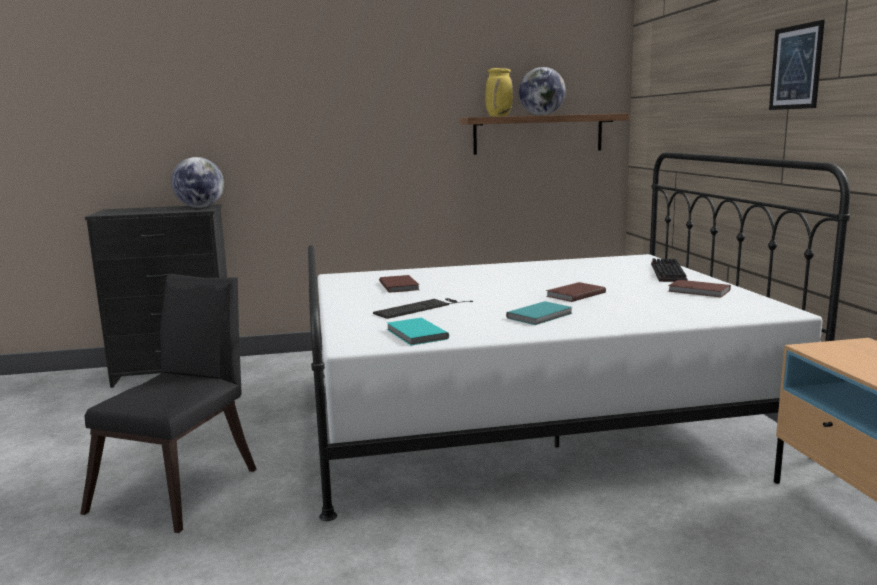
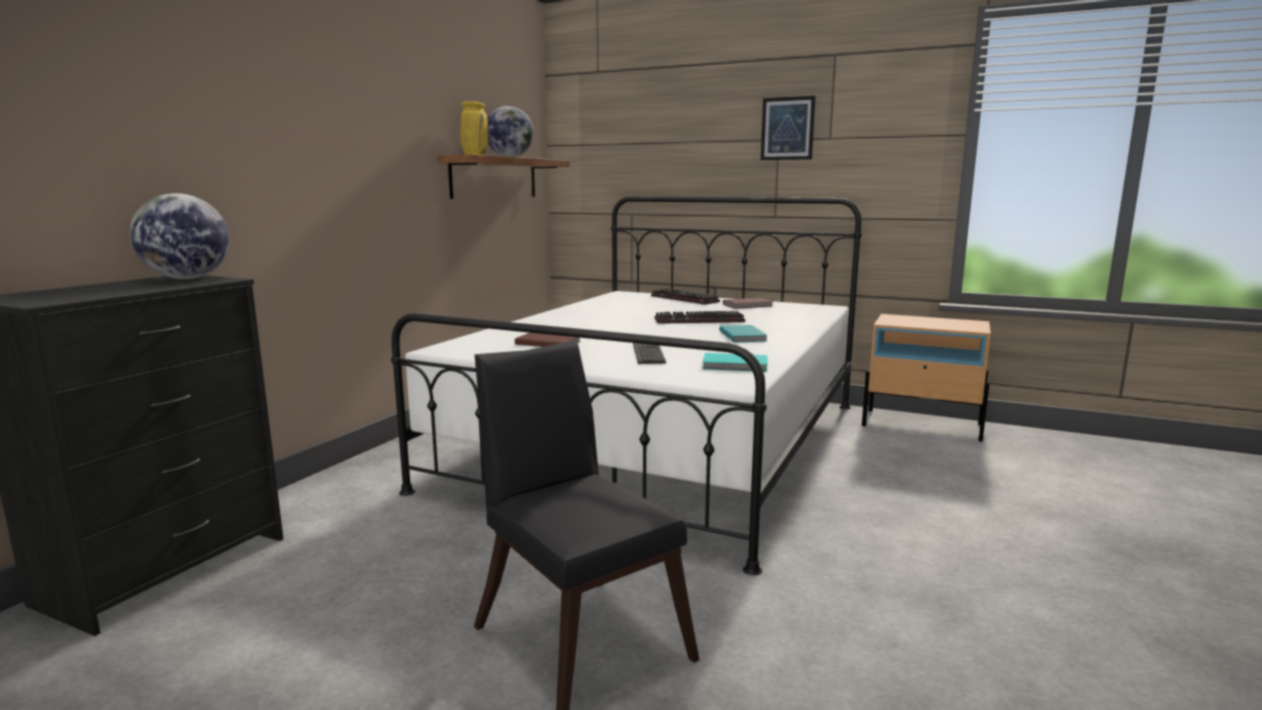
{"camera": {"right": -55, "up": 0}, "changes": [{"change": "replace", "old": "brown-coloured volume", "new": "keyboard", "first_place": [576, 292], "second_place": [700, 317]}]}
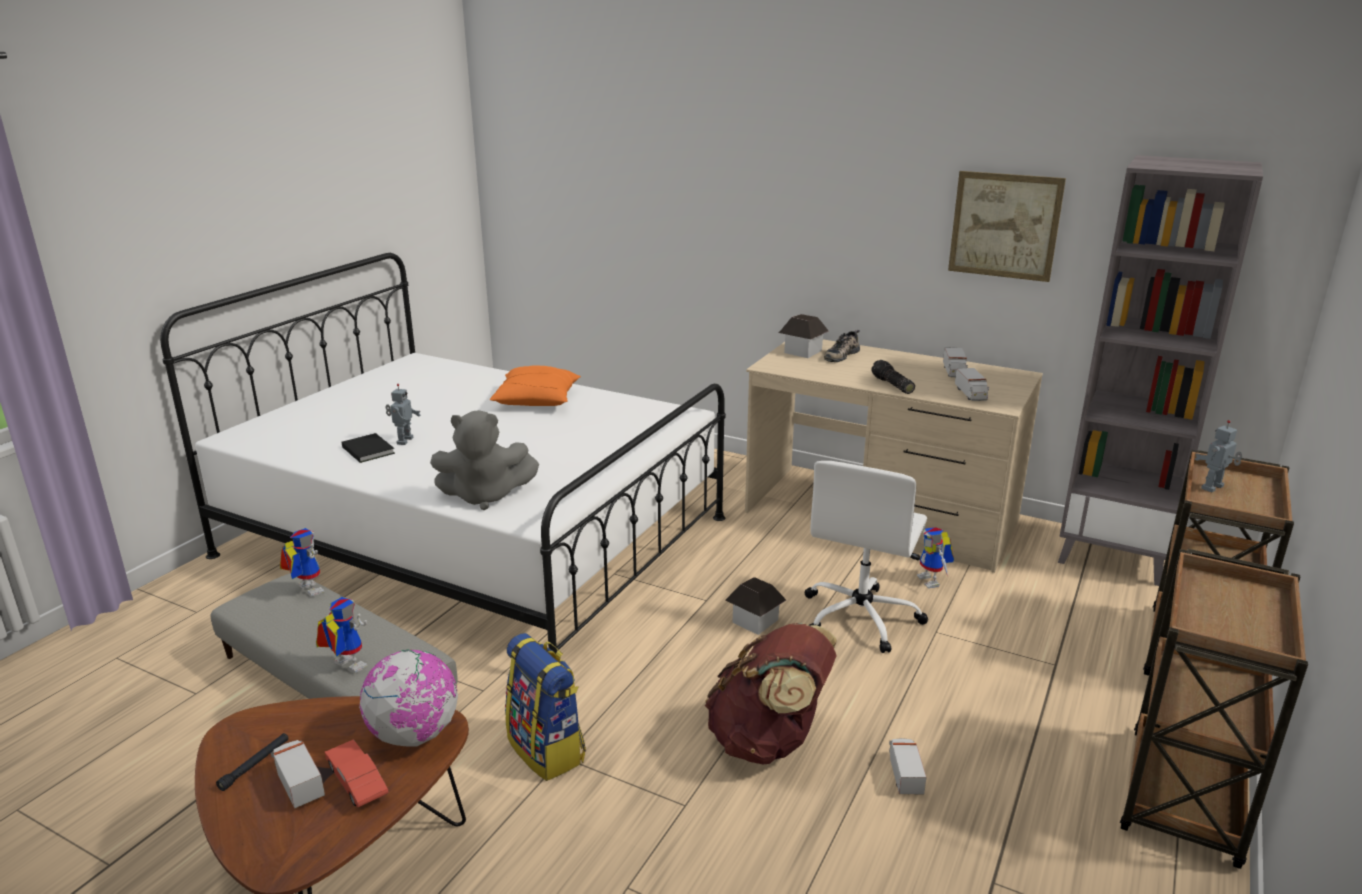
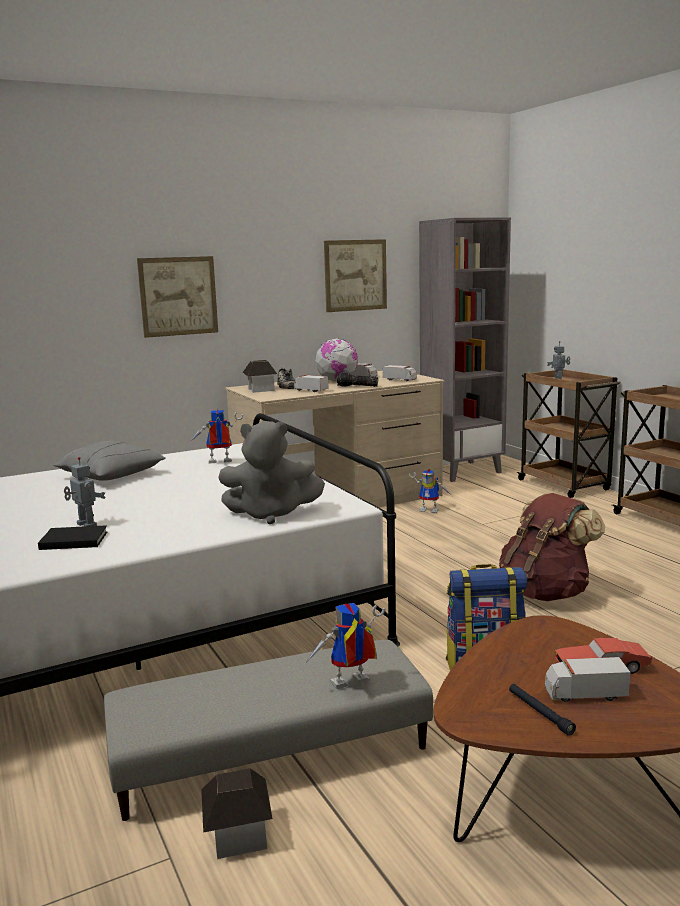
{"camera": {"right": -55, "up": -10}, "changes": [{"change": "recolor", "old": "orange-coloured throw pillow", "new": "grey throw pillow", "first_place": [535, 385], "second_place": [109, 461]}, {"change": "insert", "new": "wall picture", "second_place": [177, 297]}, {"change": "move", "old": "model robot", "first_place": [302, 562], "second_place": [216, 436]}, {"change": "move", "old": "model house", "first_place": [755, 606], "second_place": [237, 813]}, {"change": "rotate", "old": "grey cuddly toy", "first_place": [484, 460], "second_place": [271, 472], "degrees": 60}, {"change": "move", "old": "model truck", "first_place": [908, 766], "second_place": [311, 383]}, {"change": "move", "old": "desk globe", "first_place": [408, 698], "second_place": [336, 360]}, {"change": "delete", "old": "white desk chair", "first_place": [866, 557]}]}
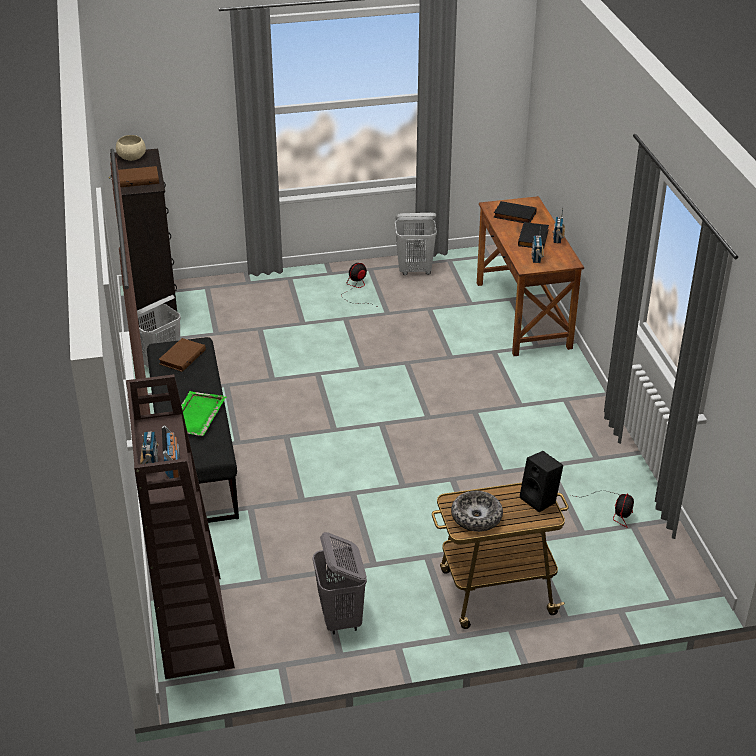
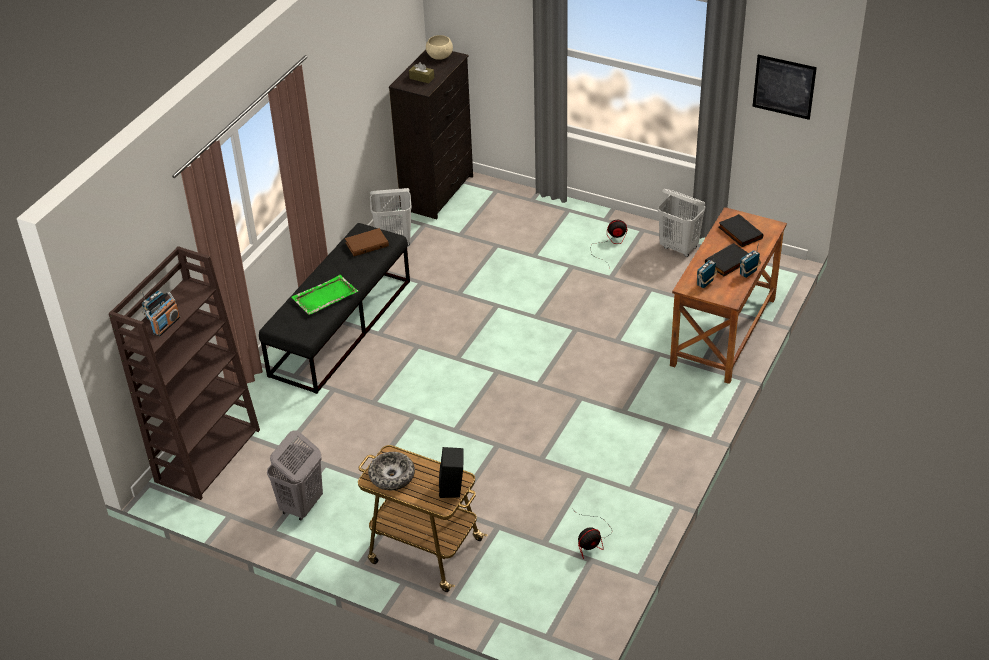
{"camera": {"right": 40, "up": 5}, "changes": [{"change": "replace", "old": "brown-coloured volume", "new": "brown-coloured tissue holder", "first_place": [138, 176], "second_place": [421, 72]}, {"change": "insert", "new": "wall picture", "second_place": [784, 87]}]}
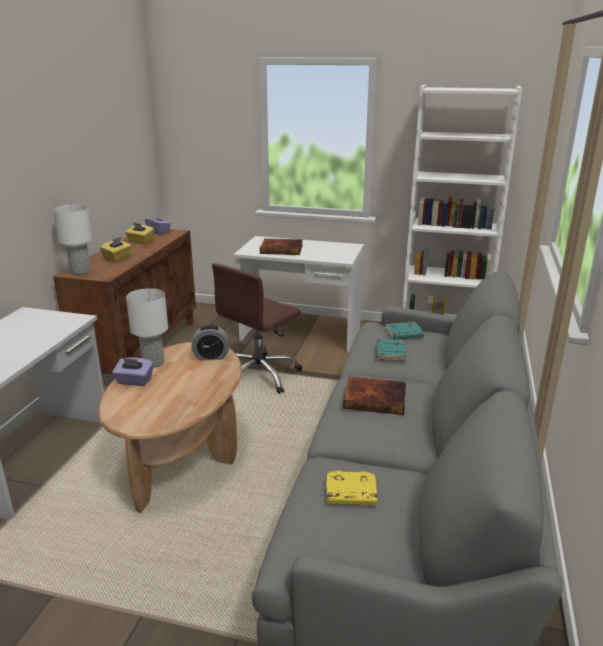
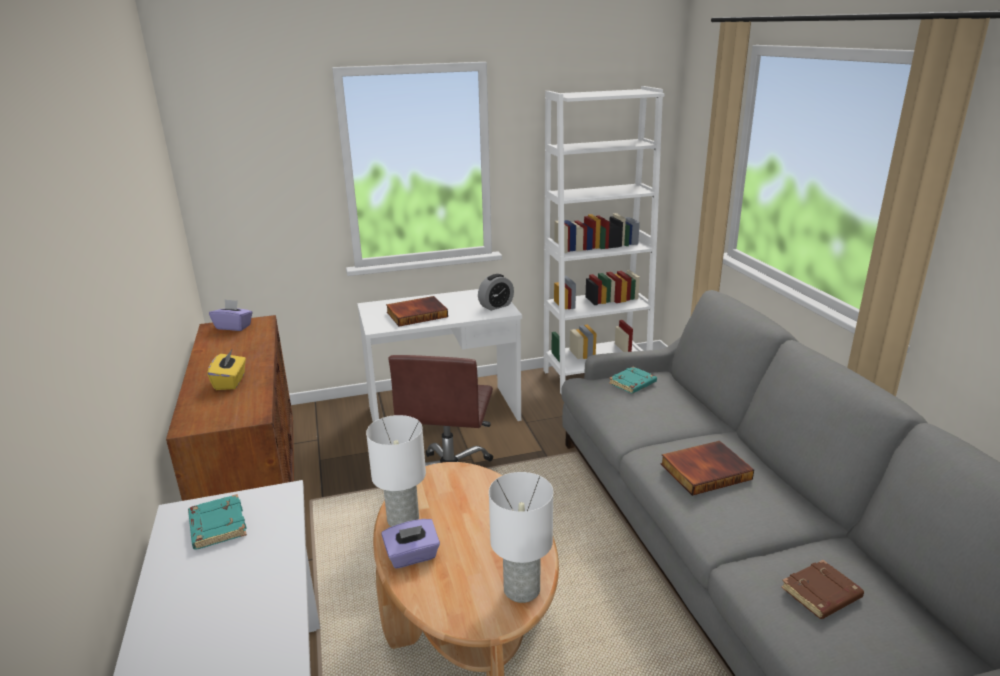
{"camera": {"right": -30, "up": 0}, "changes": [{"change": "move", "old": "blue-green volume", "first_place": [391, 350], "second_place": [217, 522]}, {"change": "move", "old": "bedside clock", "first_place": [210, 342], "second_place": [496, 292]}, {"change": "move", "old": "white tabletop lamp", "first_place": [72, 239], "second_place": [521, 537]}, {"change": "recolor", "old": "yellowish volume", "new": "brown-coloured volume", "first_place": [351, 488], "second_place": [822, 589]}, {"change": "delete", "old": "yellowish tissue holder", "first_place": [140, 233]}]}
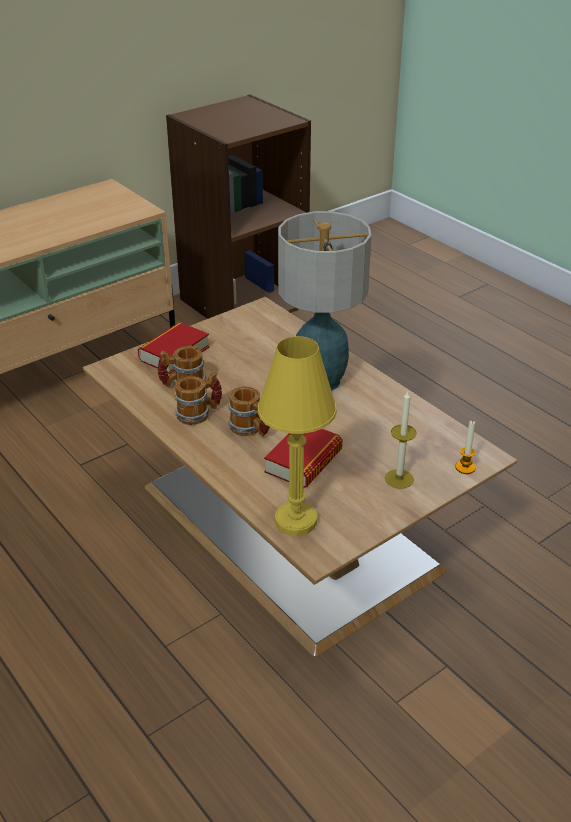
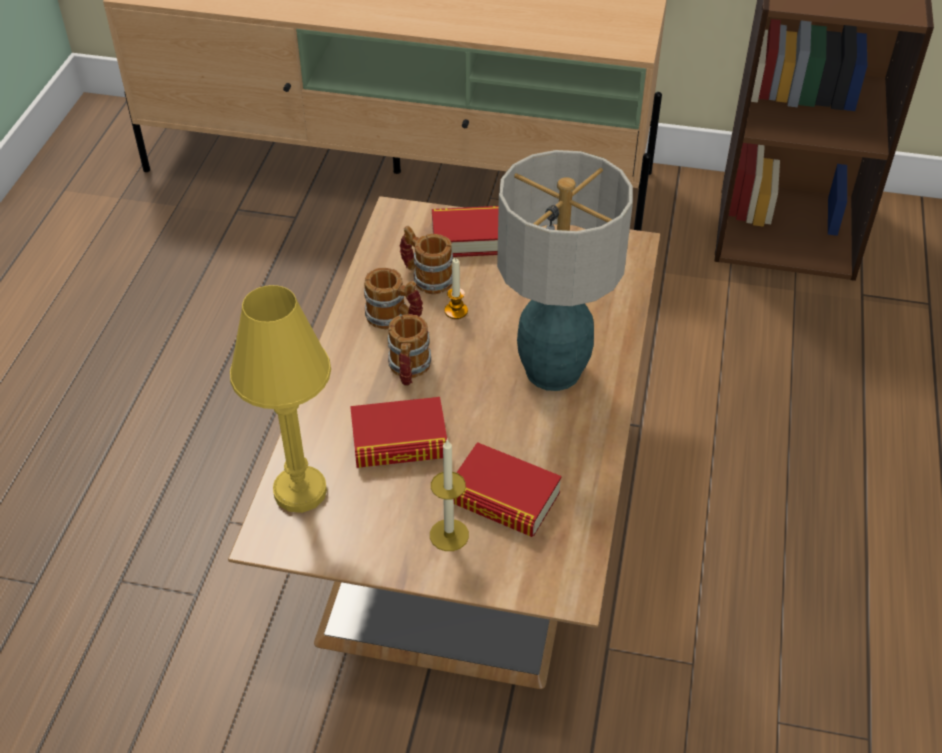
{"camera": {"right": 50, "up": 10}, "changes": [{"change": "move", "old": "candle", "first_place": [465, 447], "second_place": [456, 288]}, {"change": "insert", "new": "volume", "second_place": [508, 489]}]}
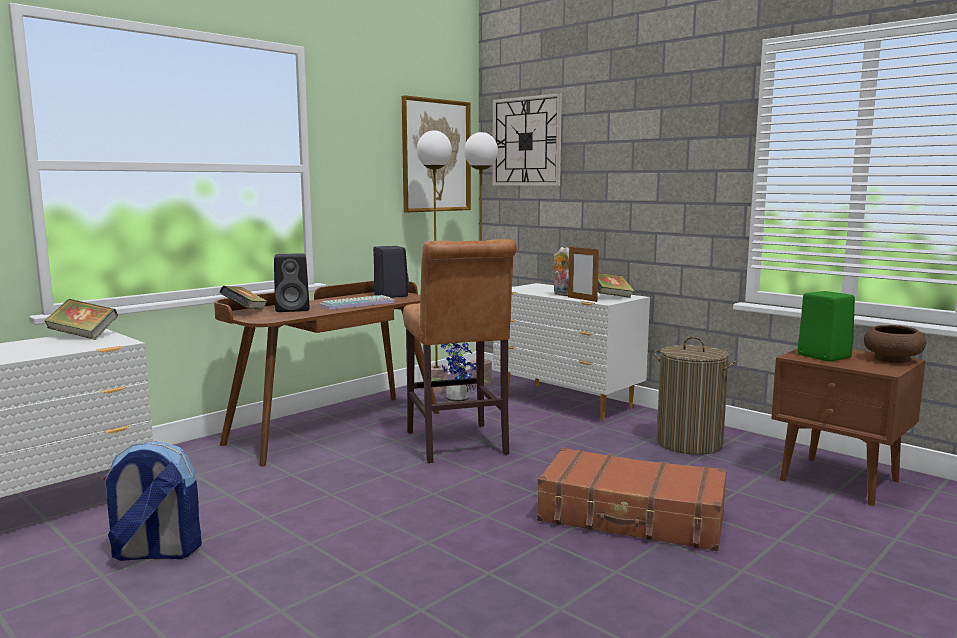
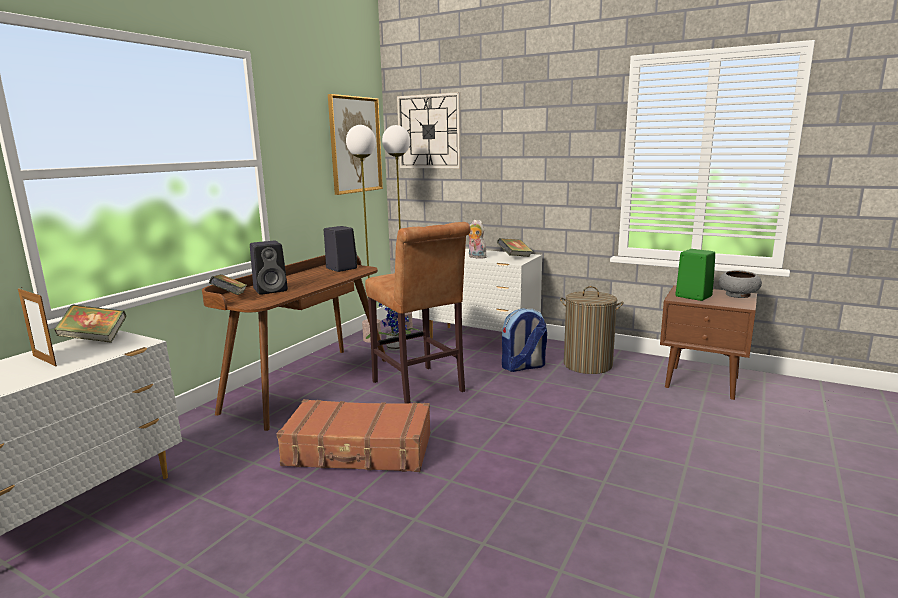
{"camera": {"right": -15, "up": 5}, "changes": [{"change": "move", "old": "standing frame", "first_place": [583, 273], "second_place": [37, 327]}, {"change": "move", "old": "brown-coloured piece of luggage", "first_place": [632, 499], "second_place": [354, 435]}, {"change": "move", "old": "knapsack", "first_place": [152, 501], "second_place": [524, 340]}, {"change": "recolor", "old": "brown-coloured deep dish", "new": "grey deep dish", "first_place": [895, 344], "second_place": [740, 284]}, {"change": "delete", "old": "keyboard", "first_place": [356, 302]}]}
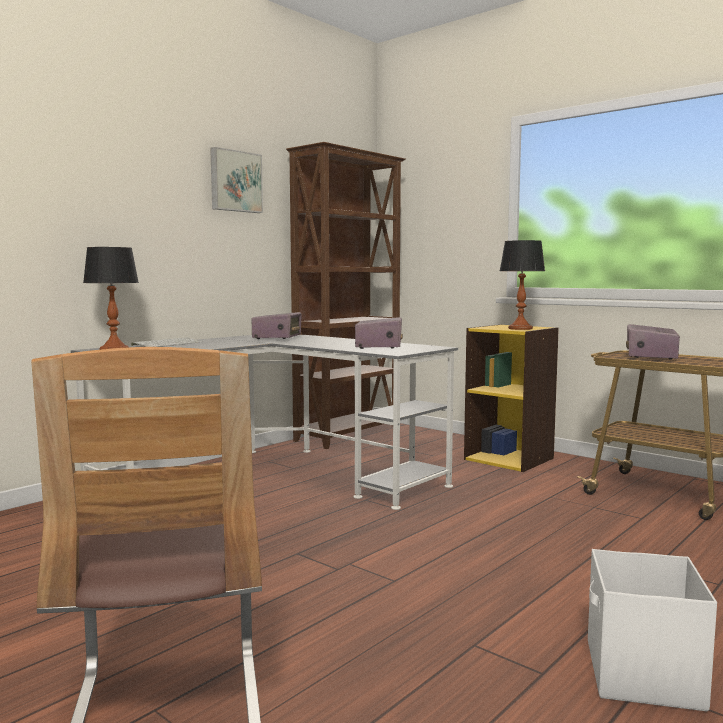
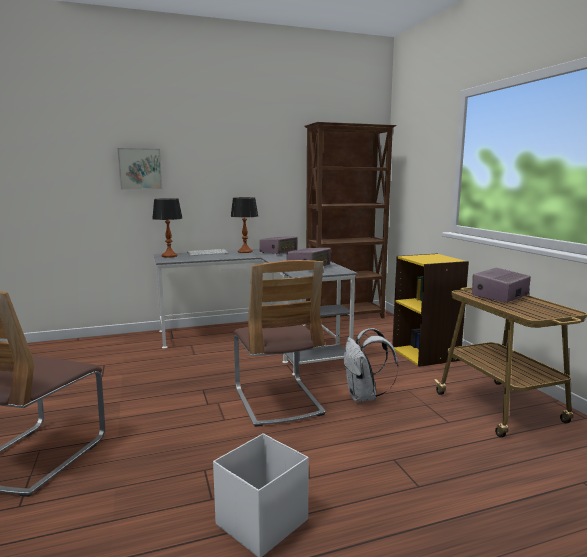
{"camera": {"right": 30, "up": 5}, "changes": [{"change": "move", "old": "wall picture", "first_place": [236, 180], "second_place": [139, 169]}, {"change": "move", "old": "tabletop lamp", "first_place": [522, 285], "second_place": [244, 225]}, {"change": "insert", "new": "upright chair", "second_place": [279, 343]}, {"change": "insert", "new": "white knapsack", "second_place": [370, 365]}]}
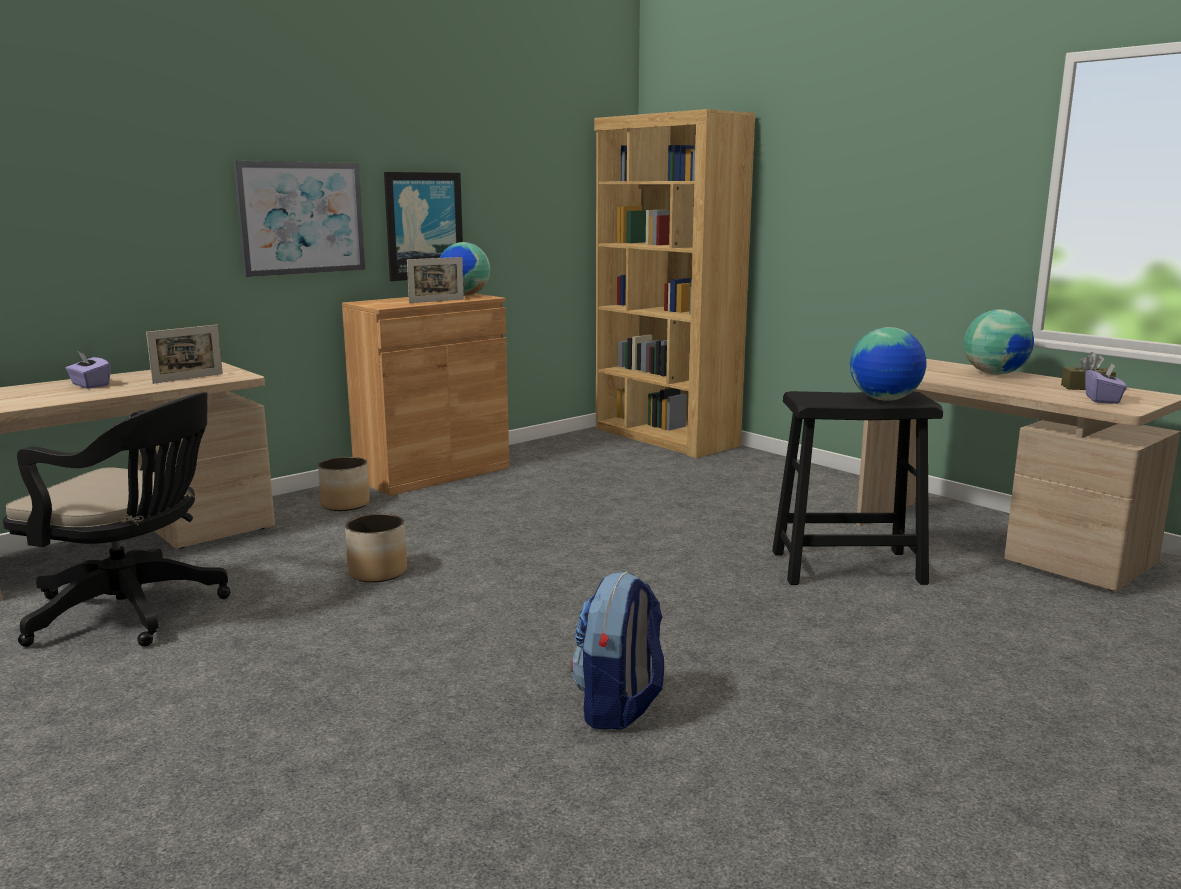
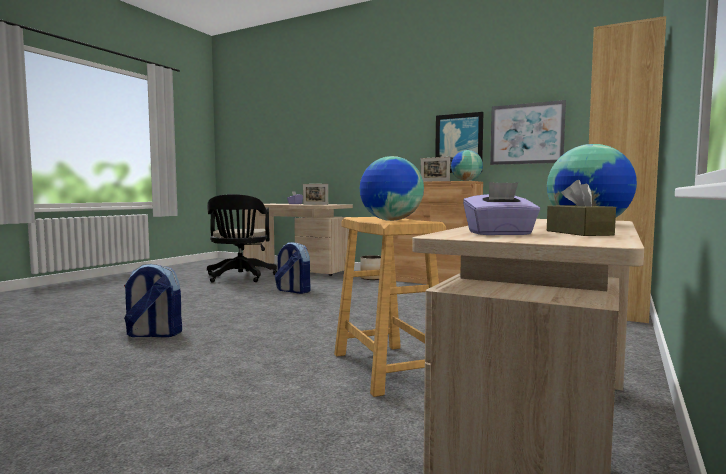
{"camera": {"right": 70, "up": -10}, "changes": [{"change": "replace", "old": "plant pot", "new": "knapsack", "first_place": [376, 548], "second_place": [293, 268]}, {"change": "recolor", "old": "black-coloured stool seat", "new": "beige stool seat", "first_place": [857, 488], "second_place": [390, 307]}, {"change": "move", "old": "wall picture", "first_place": [299, 219], "second_place": [528, 132]}]}
